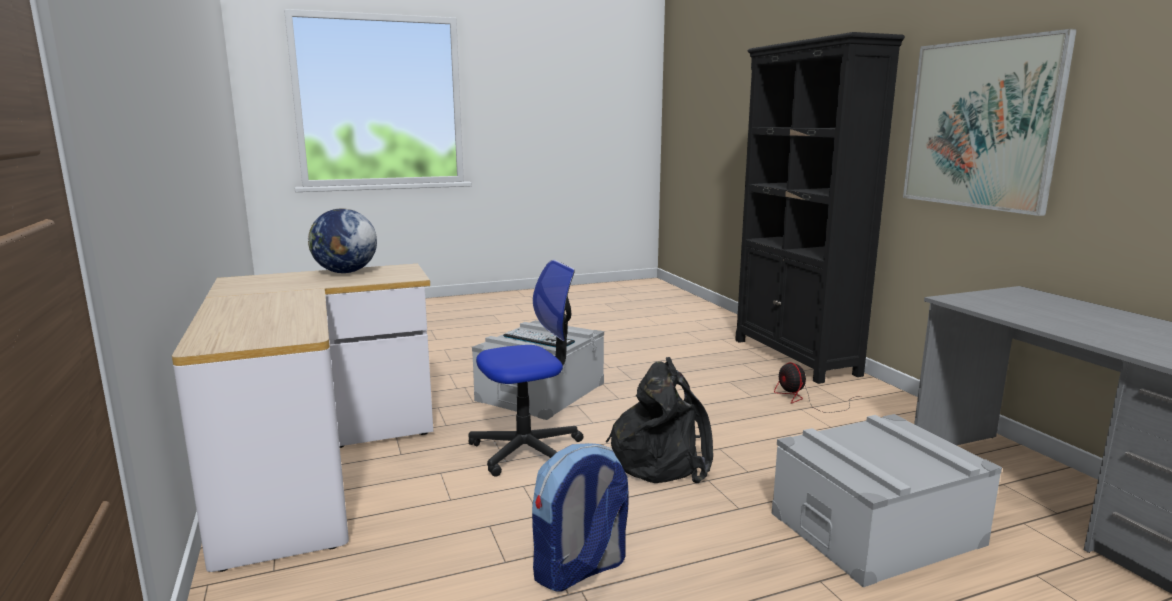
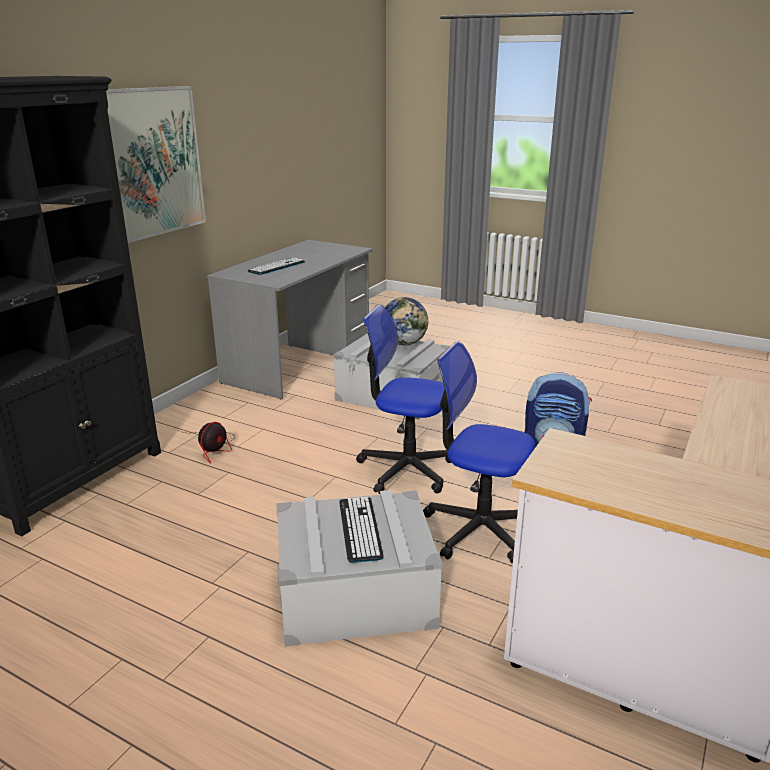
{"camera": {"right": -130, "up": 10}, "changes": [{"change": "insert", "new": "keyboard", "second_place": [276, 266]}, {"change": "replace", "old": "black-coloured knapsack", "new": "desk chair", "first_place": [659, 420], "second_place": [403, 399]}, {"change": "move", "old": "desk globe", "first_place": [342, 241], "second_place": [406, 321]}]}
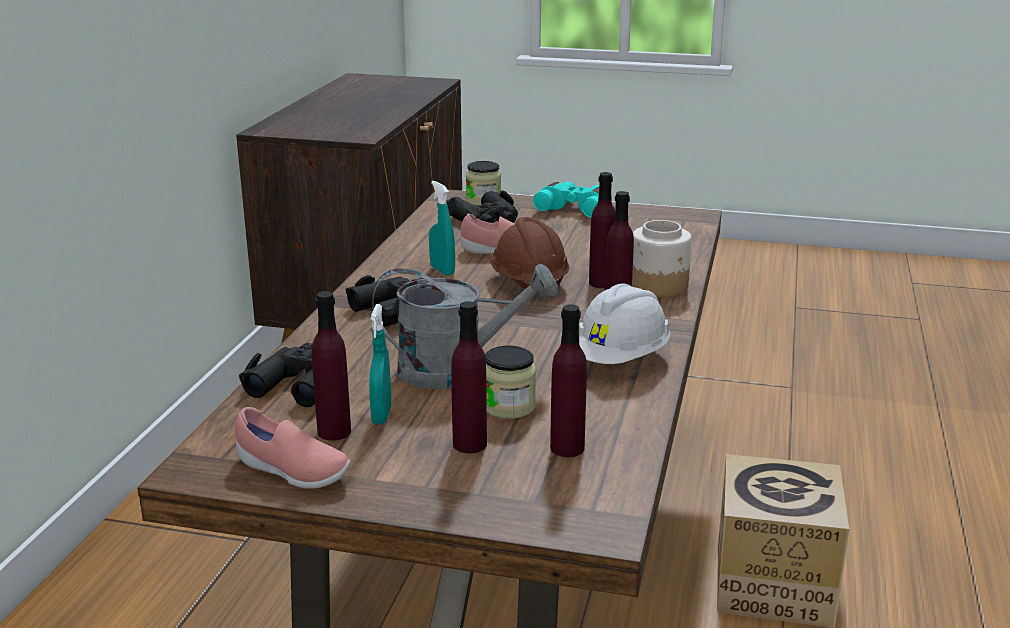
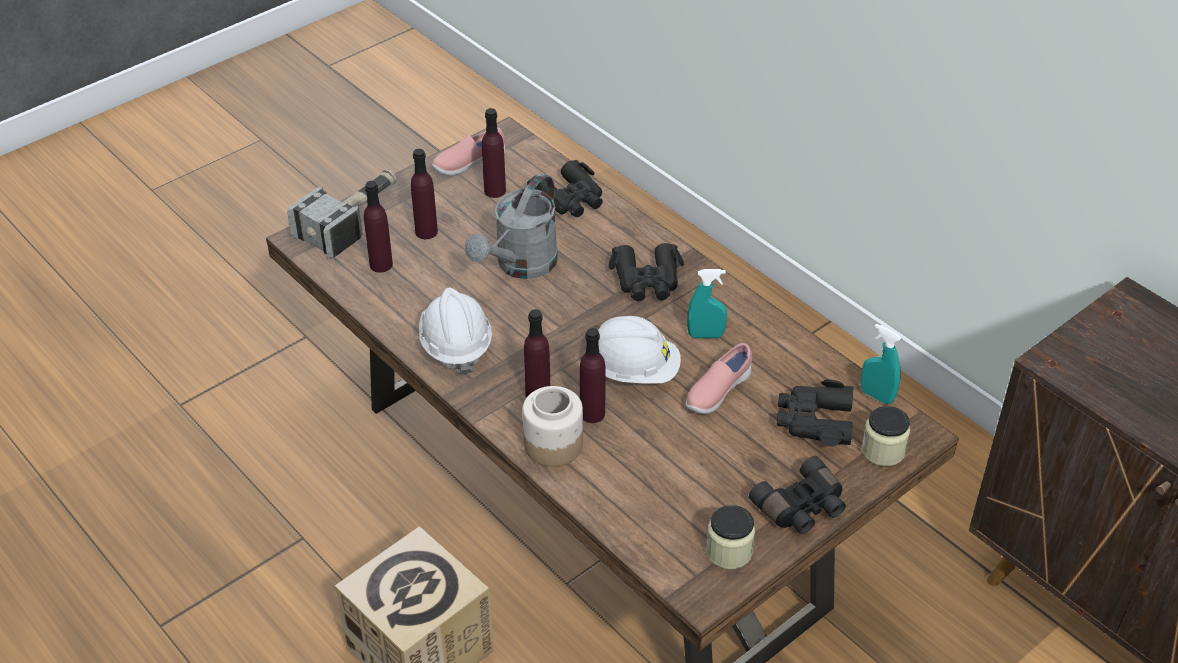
{"camera": {"right": 125, "up": 20}, "changes": [{"change": "insert", "new": "hammer", "second_place": [342, 214]}, {"change": "recolor", "old": "brown-coloured hard hat", "new": "white hard hat", "first_place": [529, 258], "second_place": [639, 350]}, {"change": "move", "old": "storage jar", "first_place": [510, 382], "second_place": [730, 537]}, {"change": "recolor", "old": "blue-green binoculars", "new": "black-coloured binoculars", "first_place": [566, 199], "second_place": [797, 495]}, {"change": "move", "old": "blue-green spray bottle", "first_place": [380, 364], "second_place": [881, 364]}]}
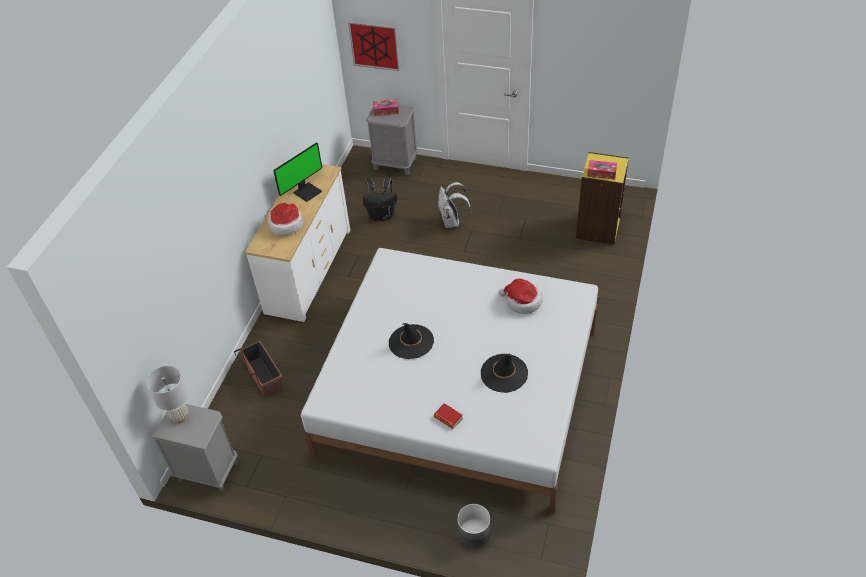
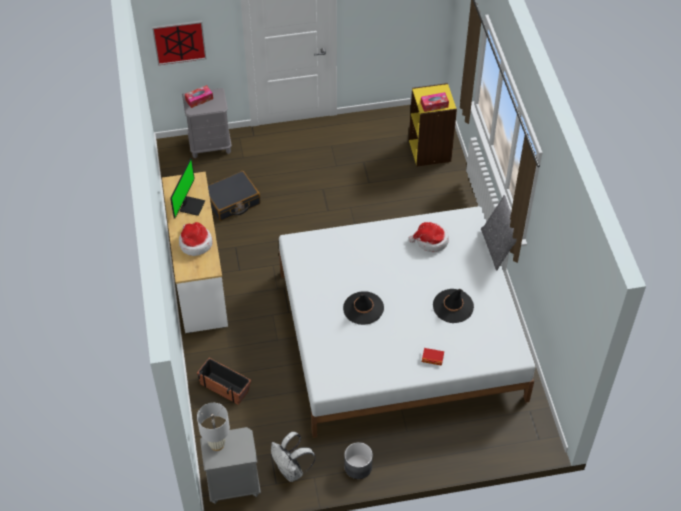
{"camera": {"right": -30, "up": 5}, "changes": [{"change": "replace", "old": "black-coloured knapsack", "new": "black-coloured piece of luggage", "first_place": [380, 199], "second_place": [234, 196]}, {"change": "move", "old": "white knapsack", "first_place": [455, 205], "second_place": [293, 457]}, {"change": "move", "old": "grey plant pot", "first_place": [474, 526], "second_place": [358, 460]}, {"change": "insert", "new": "grey throw pillow", "second_place": [499, 233]}]}
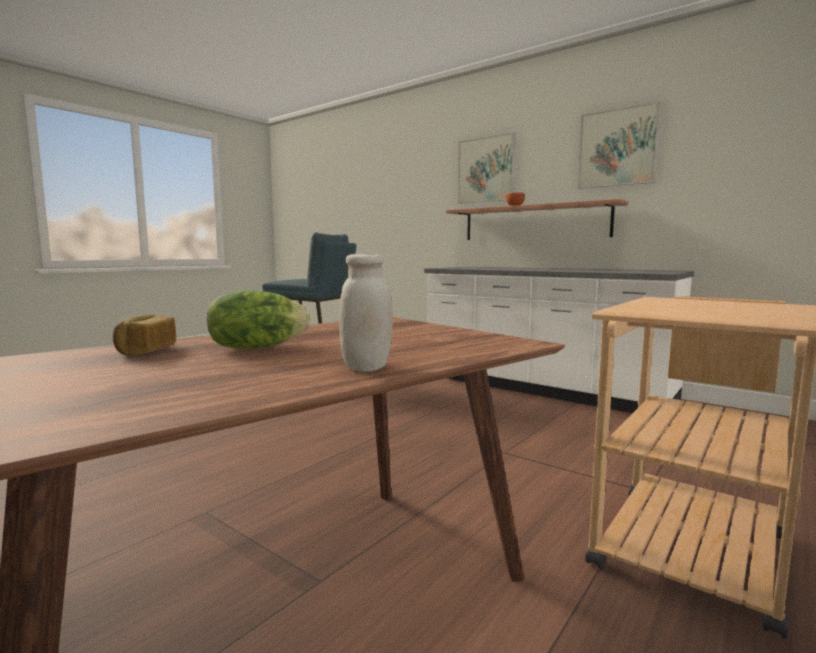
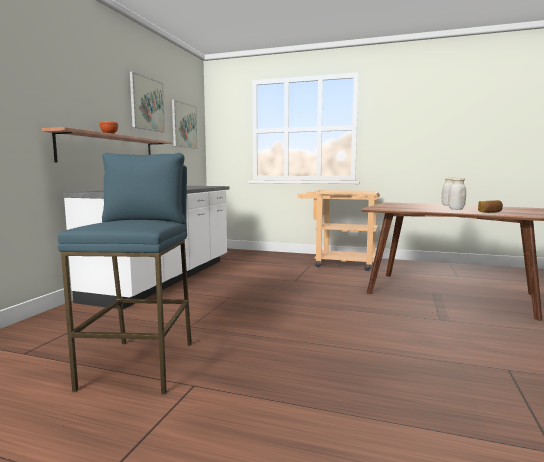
{"camera": {"right": -110, "up": 0}, "changes": [{"change": "move", "old": "wall picture", "first_place": [487, 168], "second_place": [185, 124]}, {"change": "replace", "old": "lettuce head", "new": "white storage jar", "first_place": [258, 319], "second_place": [457, 194]}]}
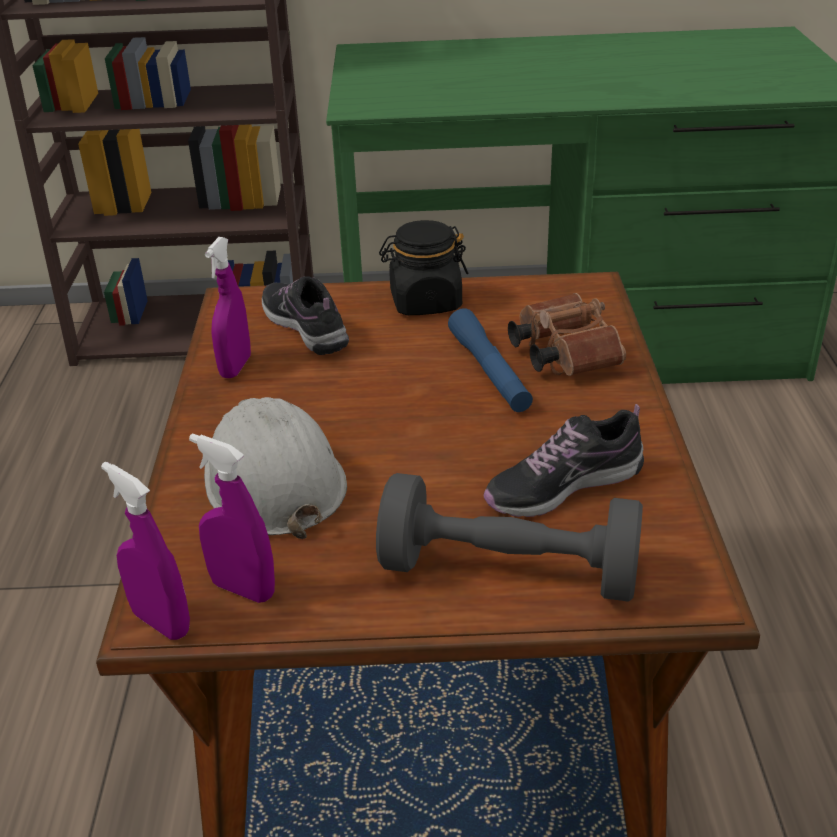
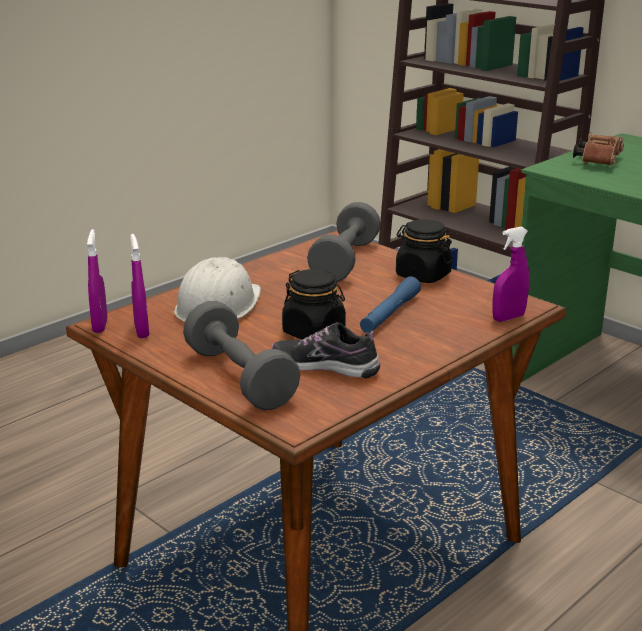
{"camera": {"right": 45, "up": -10}, "changes": [{"change": "insert", "new": "black-coloured storage jar", "second_place": [314, 304]}, {"change": "replace", "old": "shoe", "new": "grey hand weight", "first_place": [305, 315], "second_place": [344, 242]}, {"change": "move", "old": "purple spray bottle", "first_place": [228, 307], "second_place": [510, 274]}, {"change": "move", "old": "brown-coloured binoculars", "first_place": [567, 334], "second_place": [598, 149]}]}
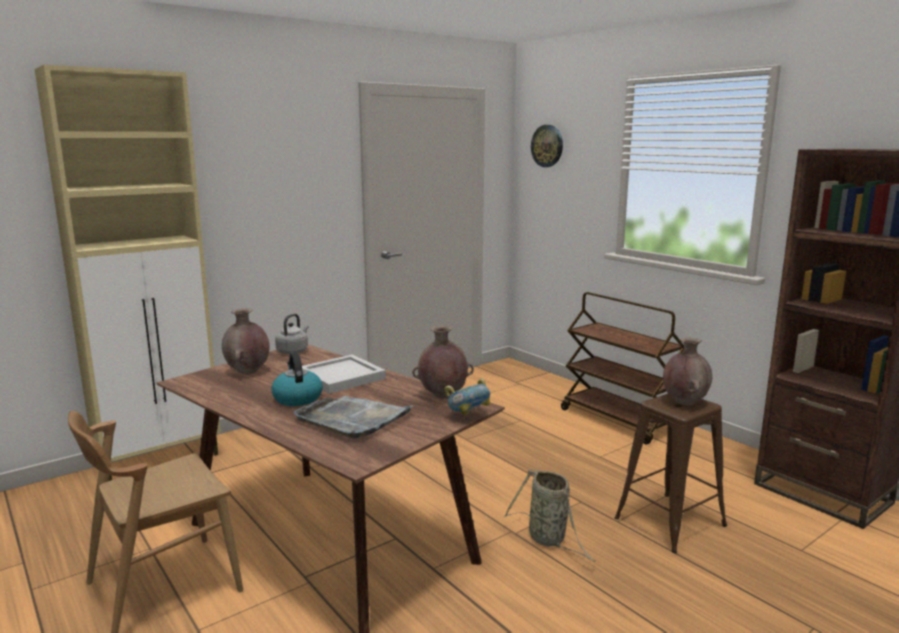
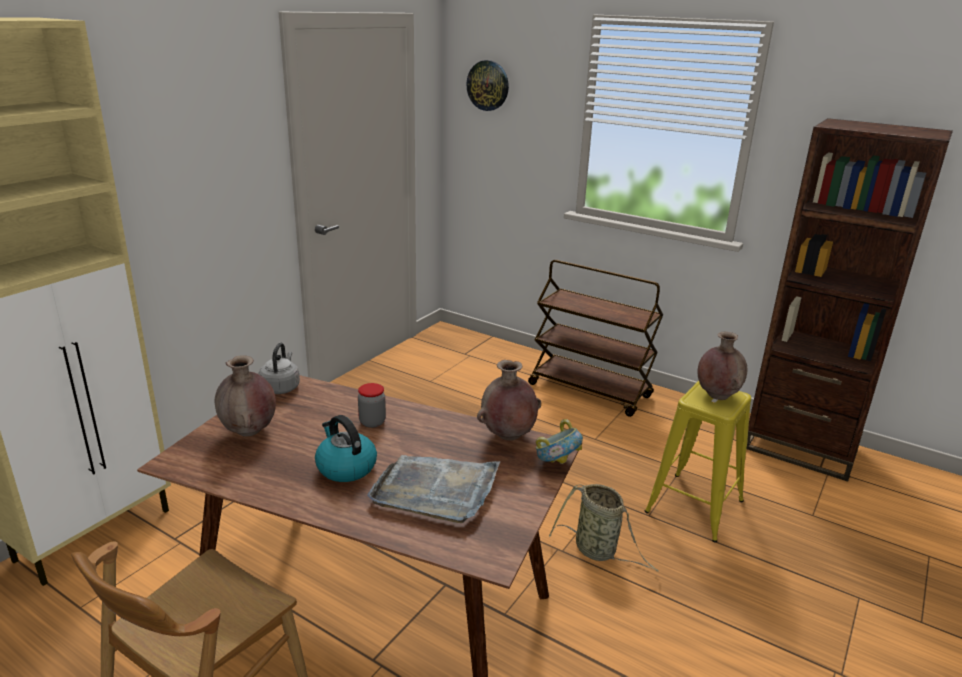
{"camera": {"right": -20, "up": 10}, "changes": [{"change": "replace", "old": "white serving tray", "new": "storage jar", "first_place": [344, 374], "second_place": [372, 405]}, {"change": "recolor", "old": "brown-coloured stool seat", "new": "yellowish stool seat", "first_place": [670, 473], "second_place": [698, 461]}]}
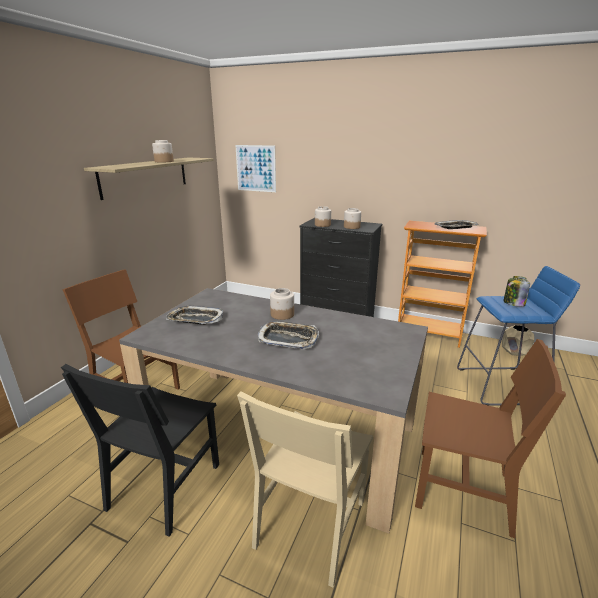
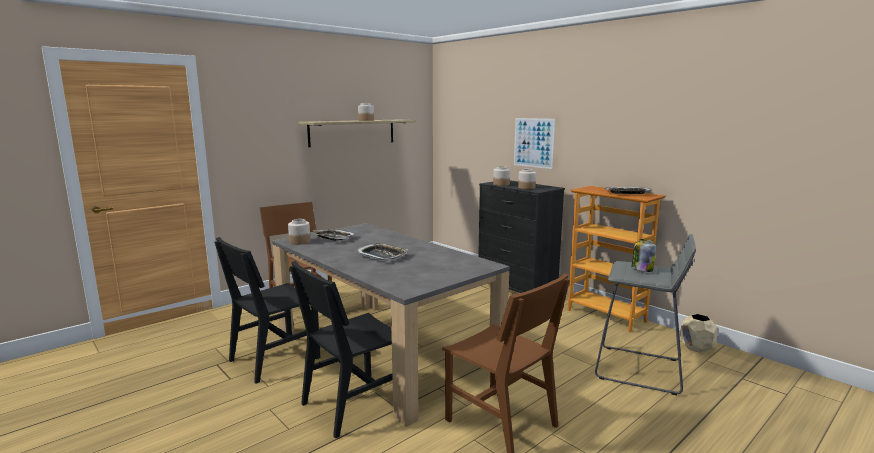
{"camera": {"right": 25, "up": -10}, "changes": [{"change": "move", "old": "storage jar", "first_place": [282, 304], "second_place": [299, 232]}, {"change": "recolor", "old": "beige upright chair", "new": "black-coloured upright chair", "first_place": [305, 489], "second_place": [341, 350]}, {"change": "move", "old": "wall picture", "first_place": [255, 168], "second_place": [534, 143]}, {"change": "recolor", "old": "blue-coloured stool seat", "new": "grey stool seat", "first_place": [518, 336], "second_place": [645, 314]}]}
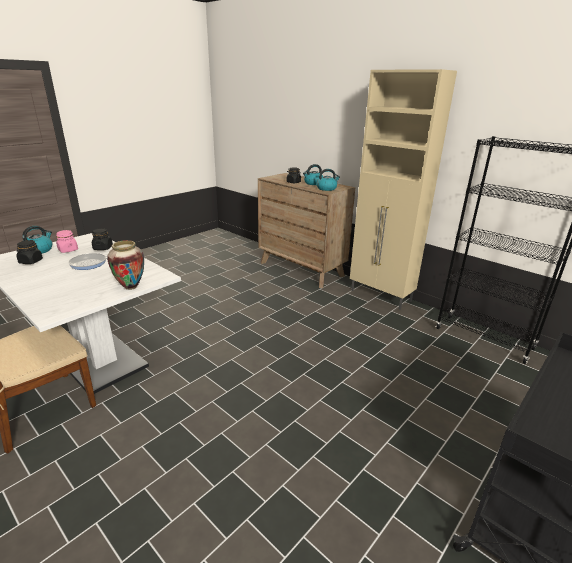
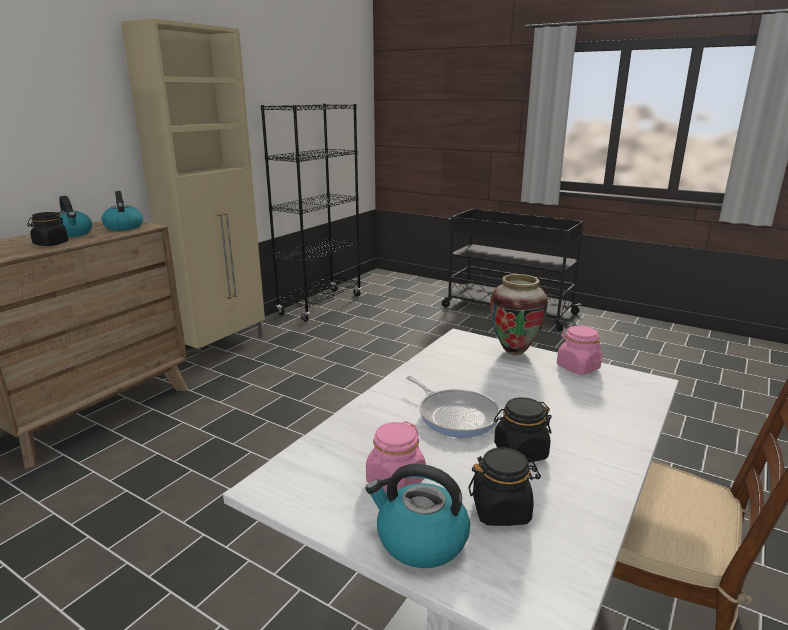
{"camera": {"right": -100, "up": -5}, "changes": [{"change": "move", "old": "black-coloured storage jar", "first_place": [102, 239], "second_place": [523, 430]}, {"change": "insert", "new": "pink-coloured storage jar", "second_place": [579, 350]}]}
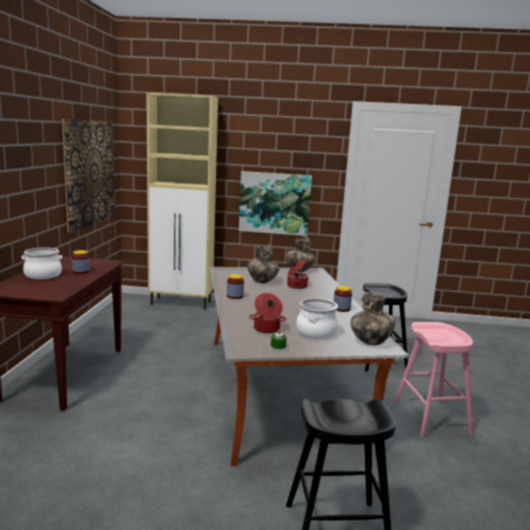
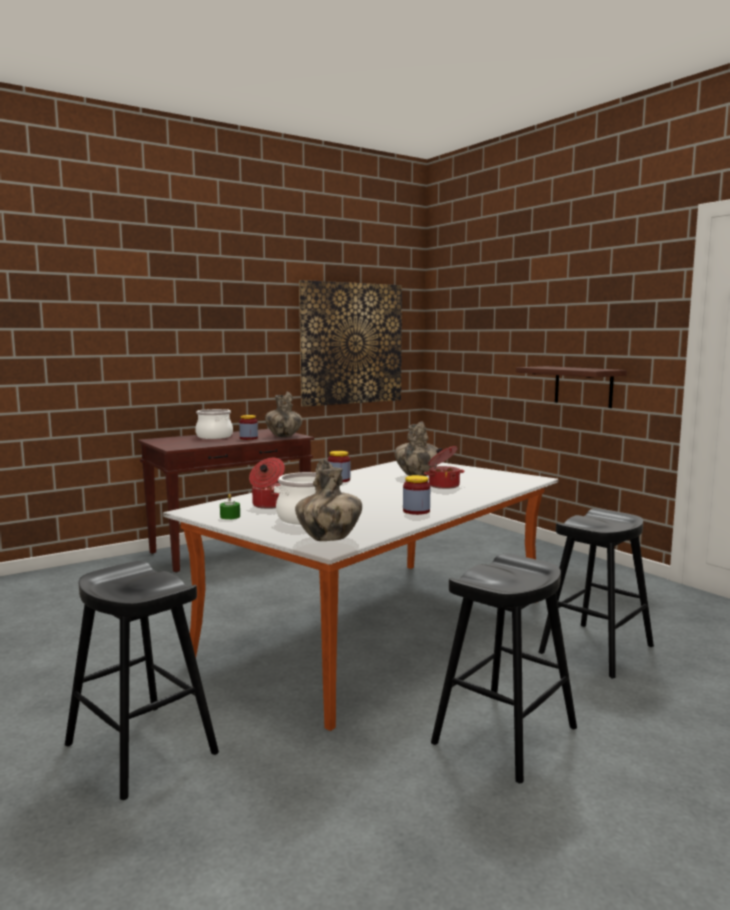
{"camera": {"right": 50, "up": -5}, "changes": [{"change": "move", "old": "decorative vase", "first_place": [300, 254], "second_place": [284, 414]}, {"change": "recolor", "old": "pink-coloured stool seat", "new": "black-coloured stool seat", "first_place": [433, 380], "second_place": [504, 668]}, {"change": "replace", "old": "wall picture", "new": "wall shelf", "first_place": [275, 203], "second_place": [571, 387]}, {"change": "delete", "old": "beige storage cabinet", "first_place": [182, 201]}]}
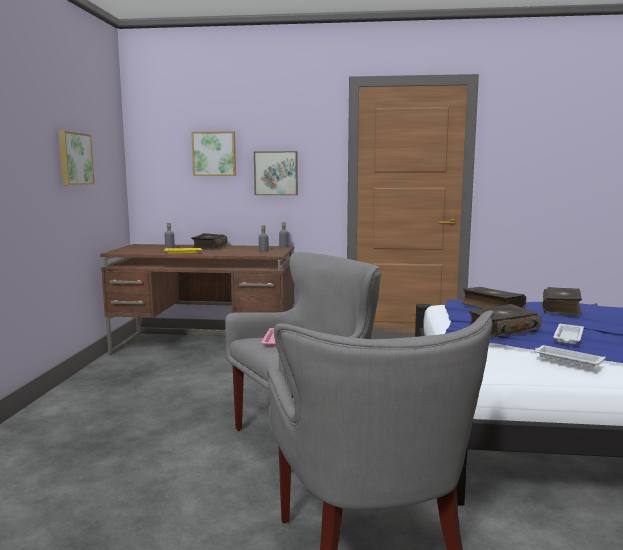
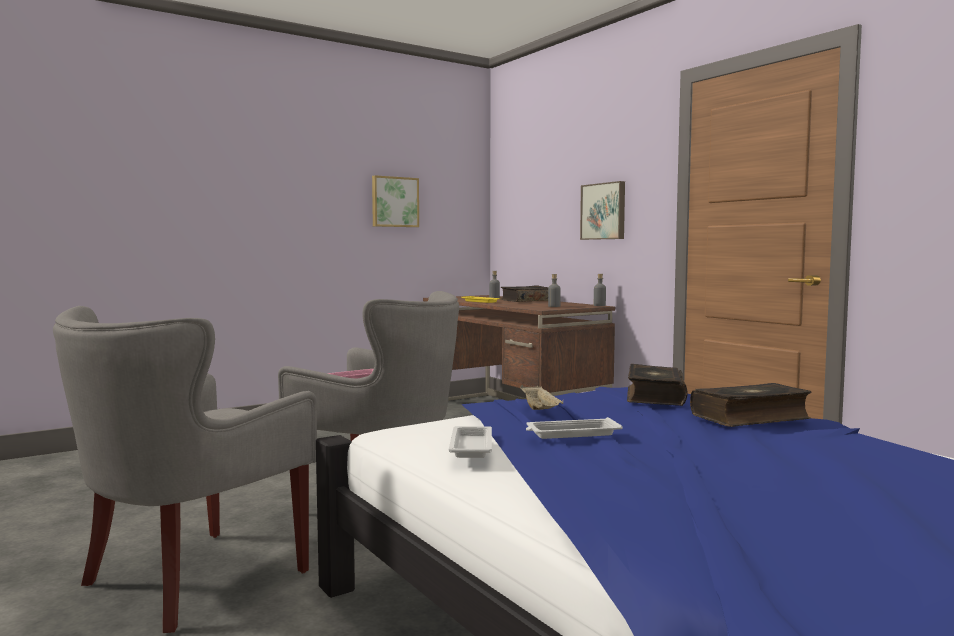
{"camera": {"right": 50, "up": -5}, "changes": [{"change": "replace", "old": "volume", "new": "beige serving tray", "first_place": [505, 320], "second_place": [542, 397]}, {"change": "delete", "old": "wall picture", "first_place": [213, 153]}]}
